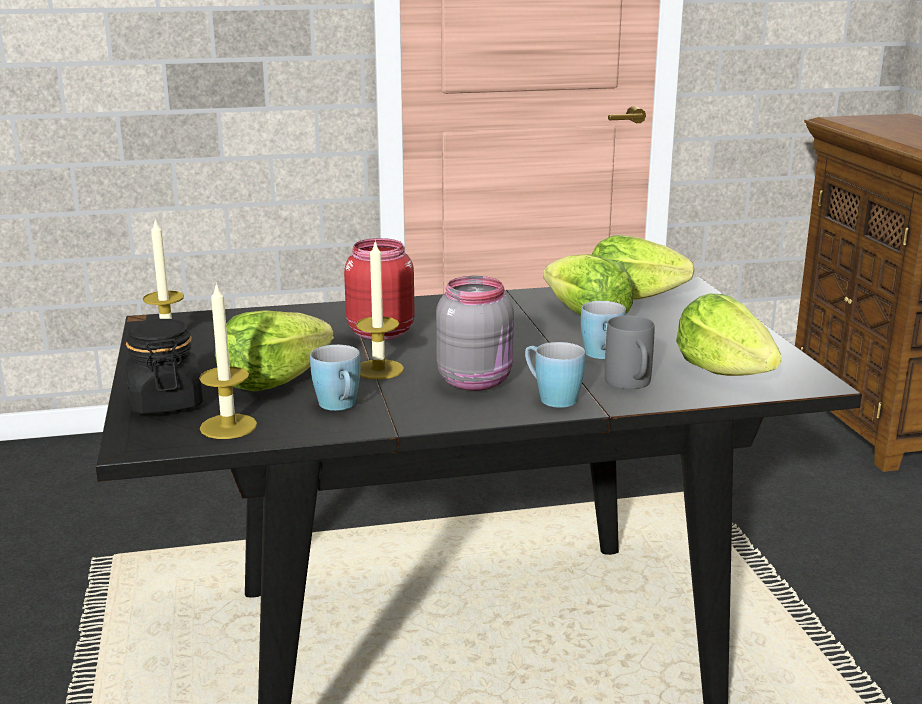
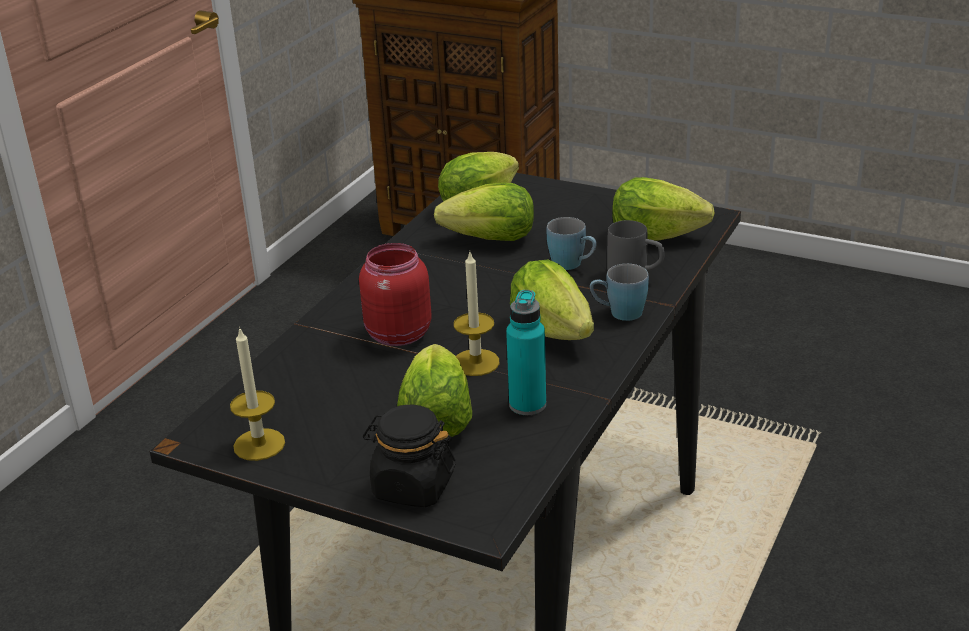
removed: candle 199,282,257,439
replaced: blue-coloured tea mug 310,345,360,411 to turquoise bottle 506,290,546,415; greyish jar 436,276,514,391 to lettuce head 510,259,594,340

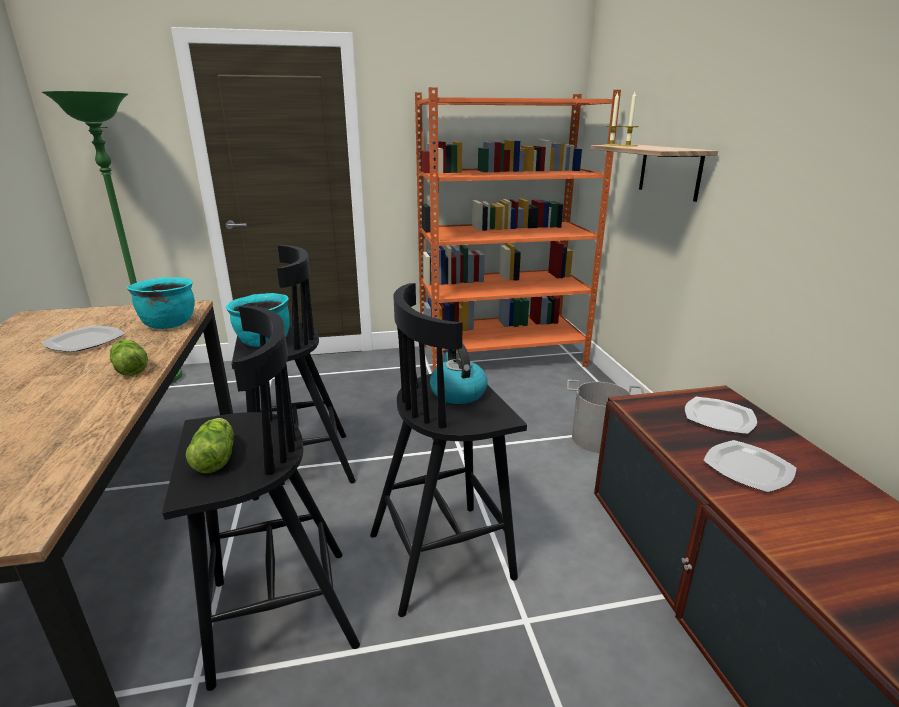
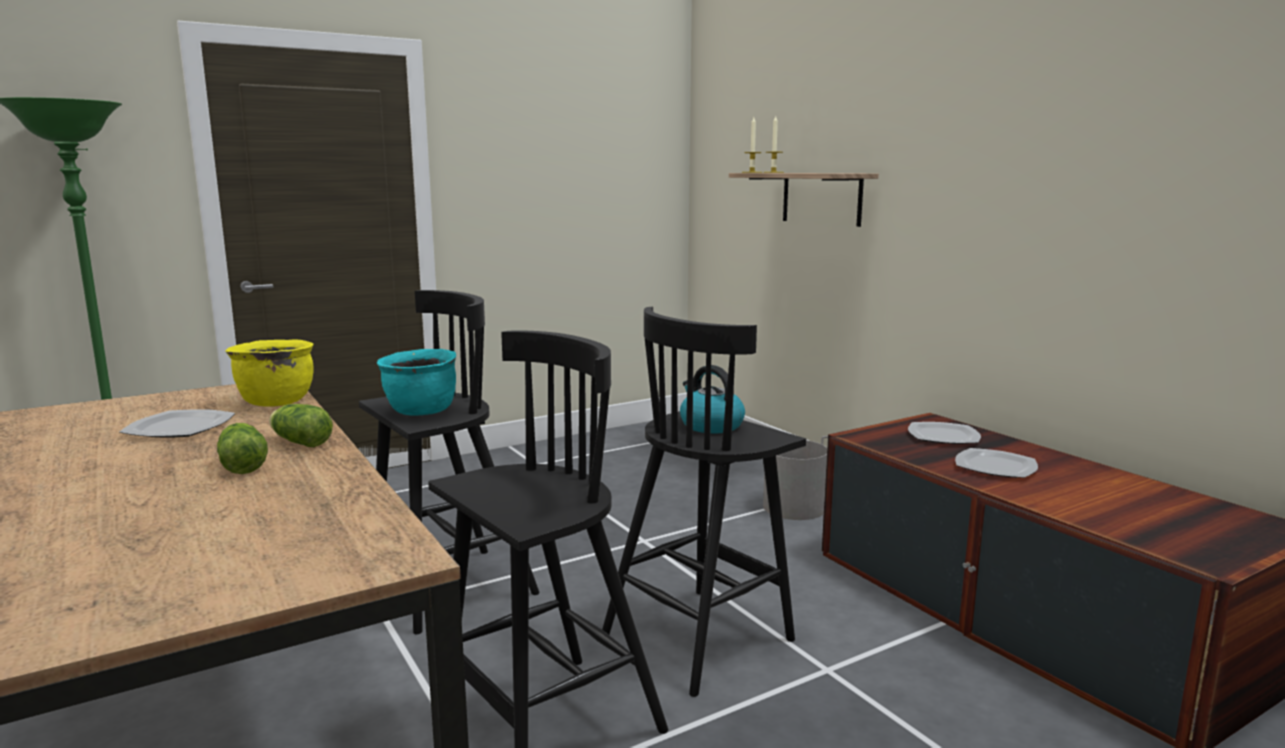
removed: orangey shelving unit 415,87,621,371
moved: lettuce head 186,418,234,473 to 217,423,268,474
recoloured: turquoise stockpot 127,277,195,329 to yellow stockpot 226,340,314,407

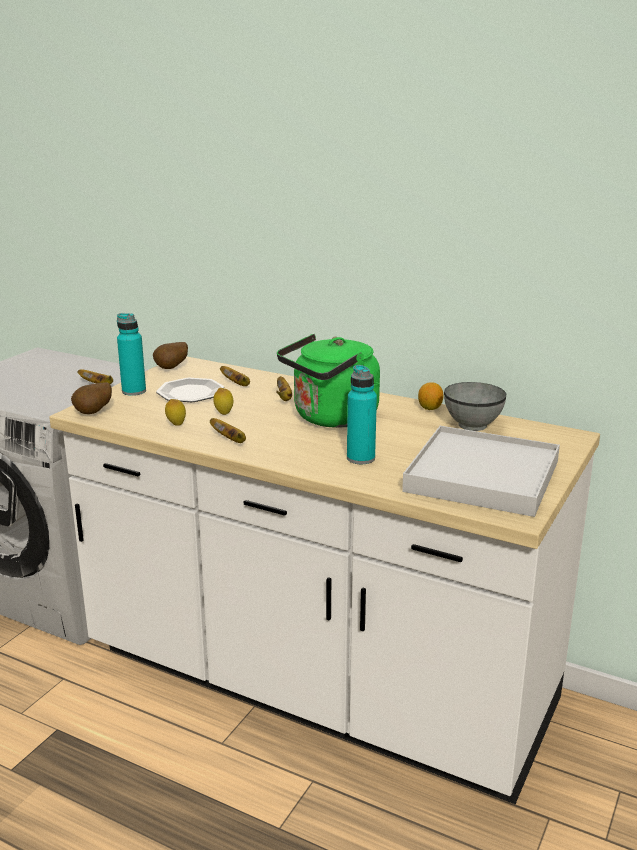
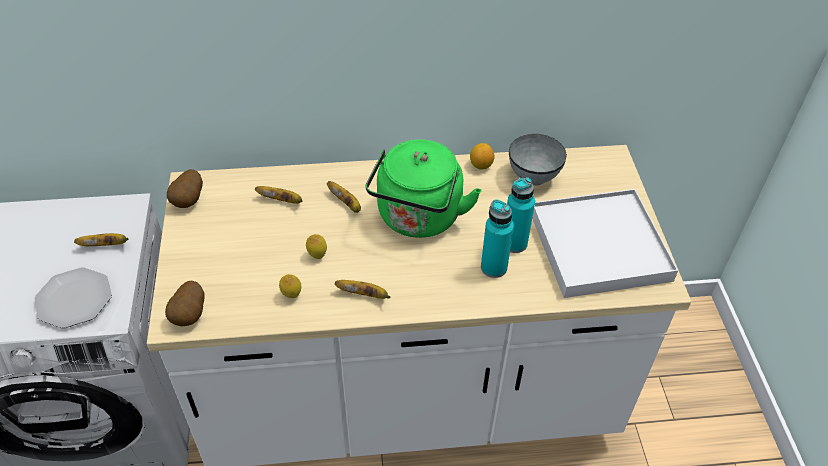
moved: turquoise bottle 117,313,146,396 to 507,177,535,253; flat dish 156,378,224,402 to 34,267,112,328

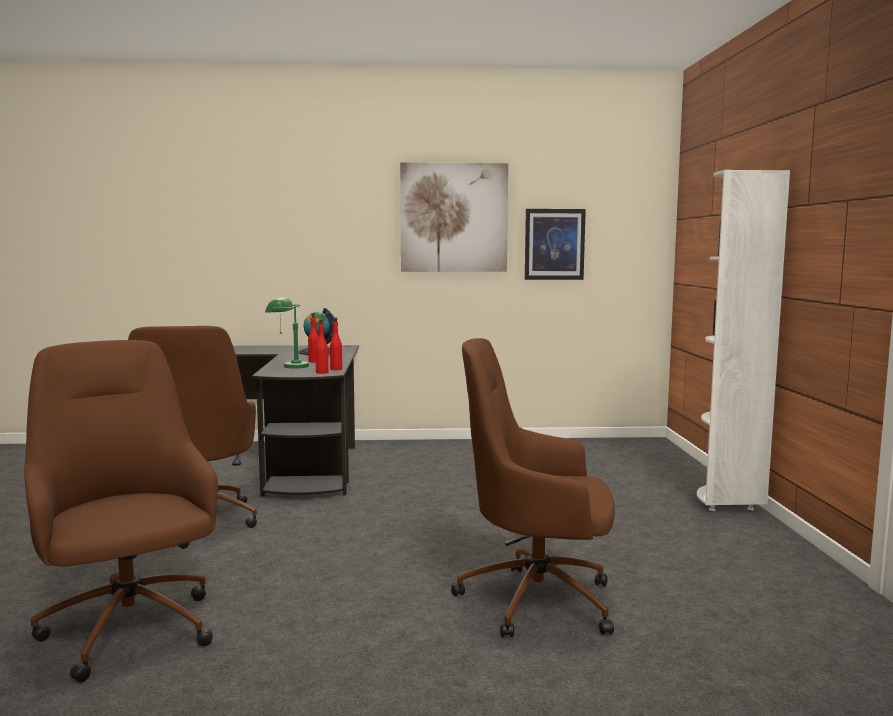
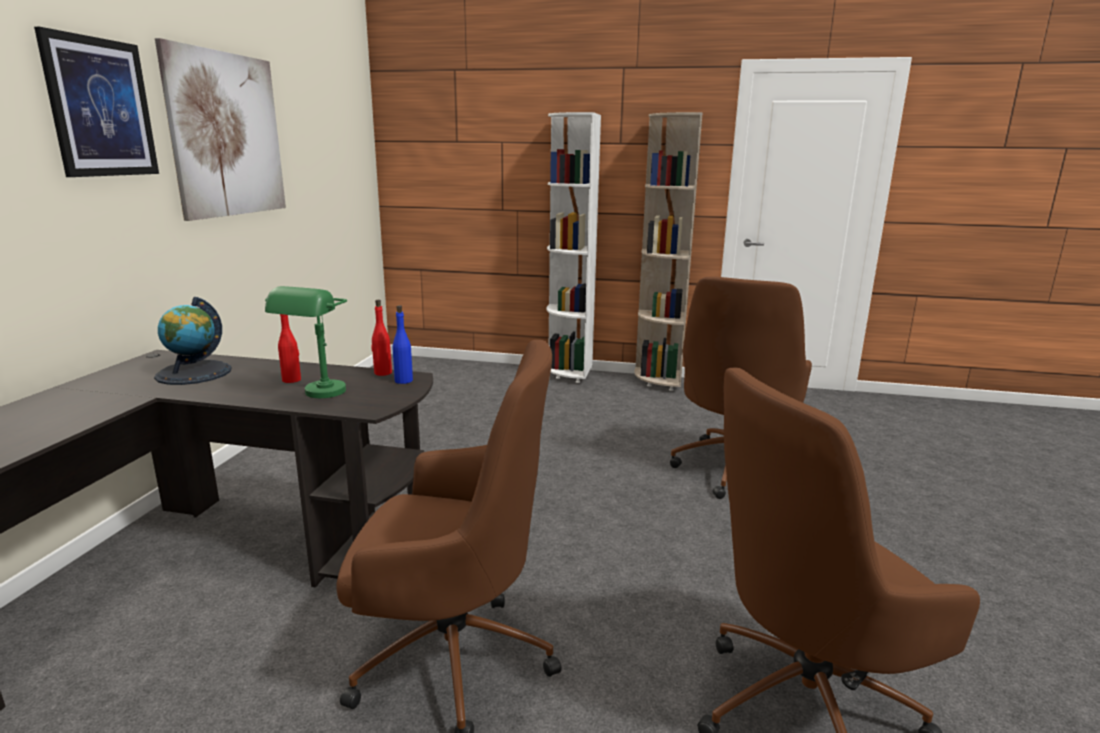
added: beige shelving unit 634,112,703,391
moved: wall art 525,209,586,280 to 34,27,159,177
recoloured: reddish bottle 315,319,329,374 to blue-coloured bottle 393,305,413,384

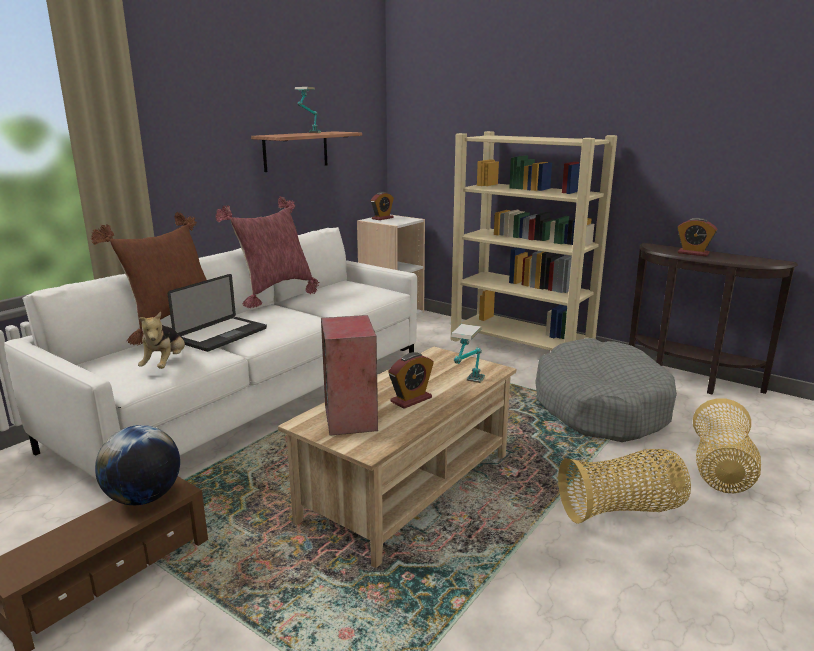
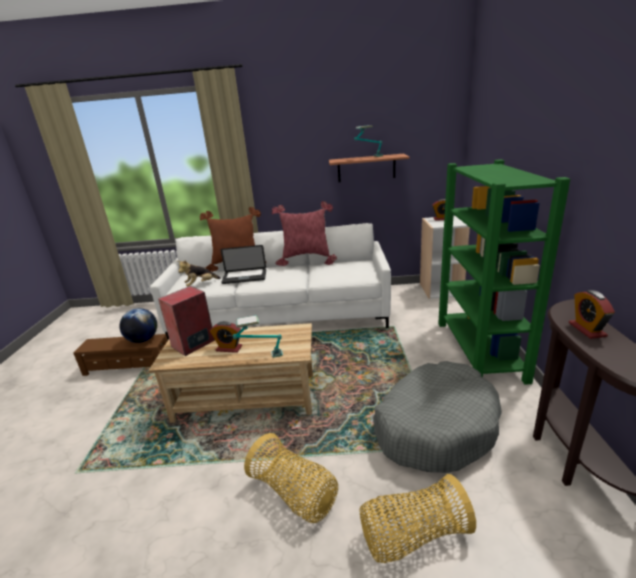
recoloured: beige shelving unit 451,131,617,351 to green shelving unit 438,159,570,385

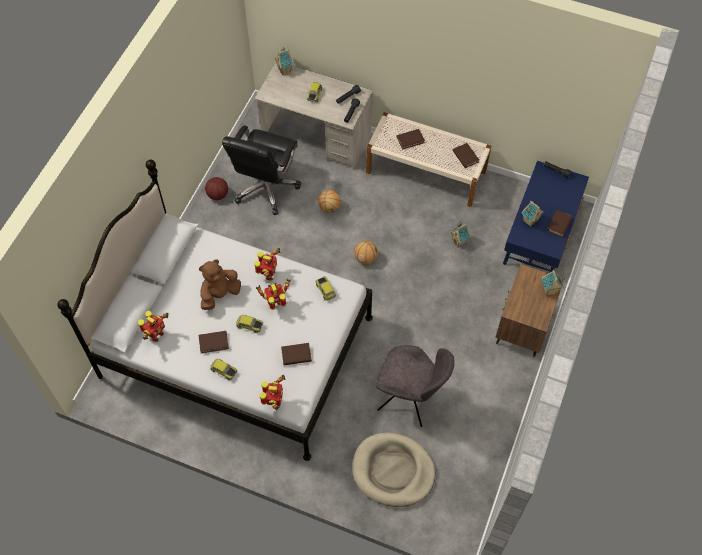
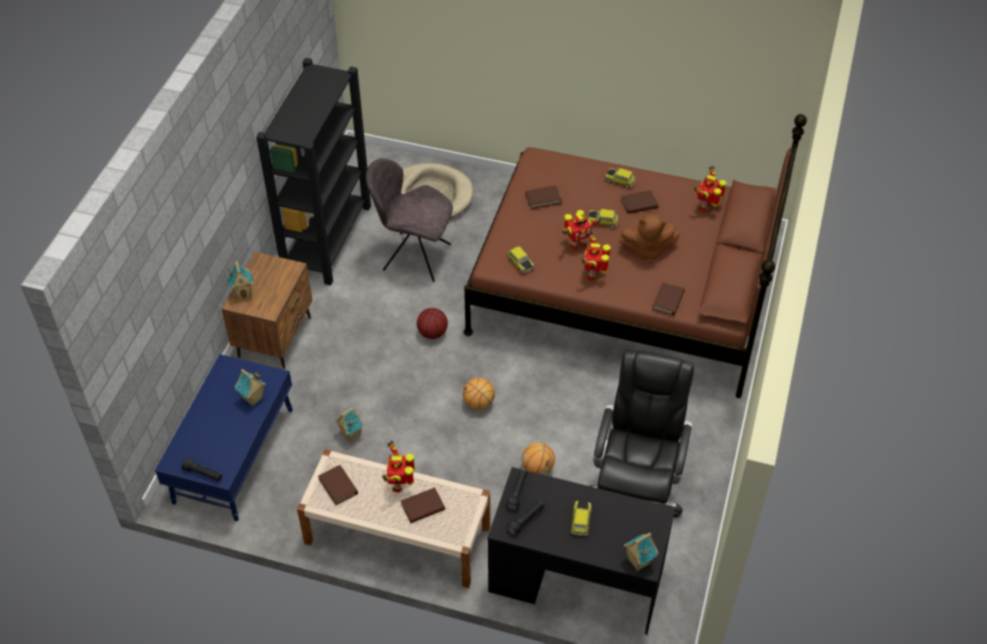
added: black shelving unit 256,58,371,285
moved: basketball 205,177,228,200 to 417,308,448,339; toy robot 260,374,286,410 to 382,440,415,492; brown volume 547,210,573,237 to 652,282,685,315
recoloured: whitish sleeping bed 57,160,373,461 to brown sleeping bed 463,114,807,398; beige desk table 255,63,373,170 to black desk table 487,467,675,634
turned: brown plush toy 199,259,241,310 = 619,214,679,263 45 degrees clockwise

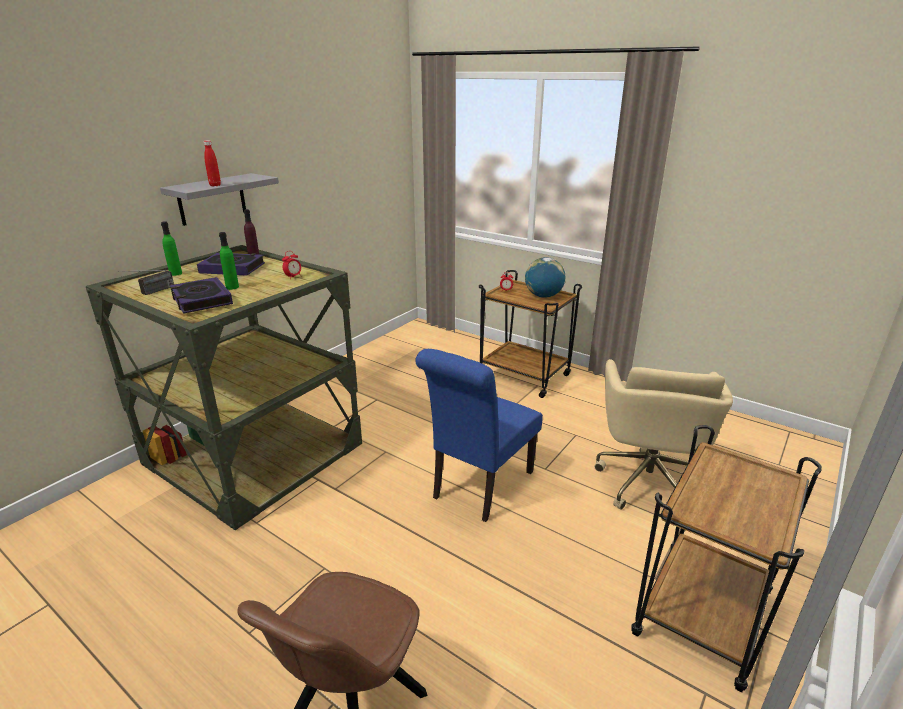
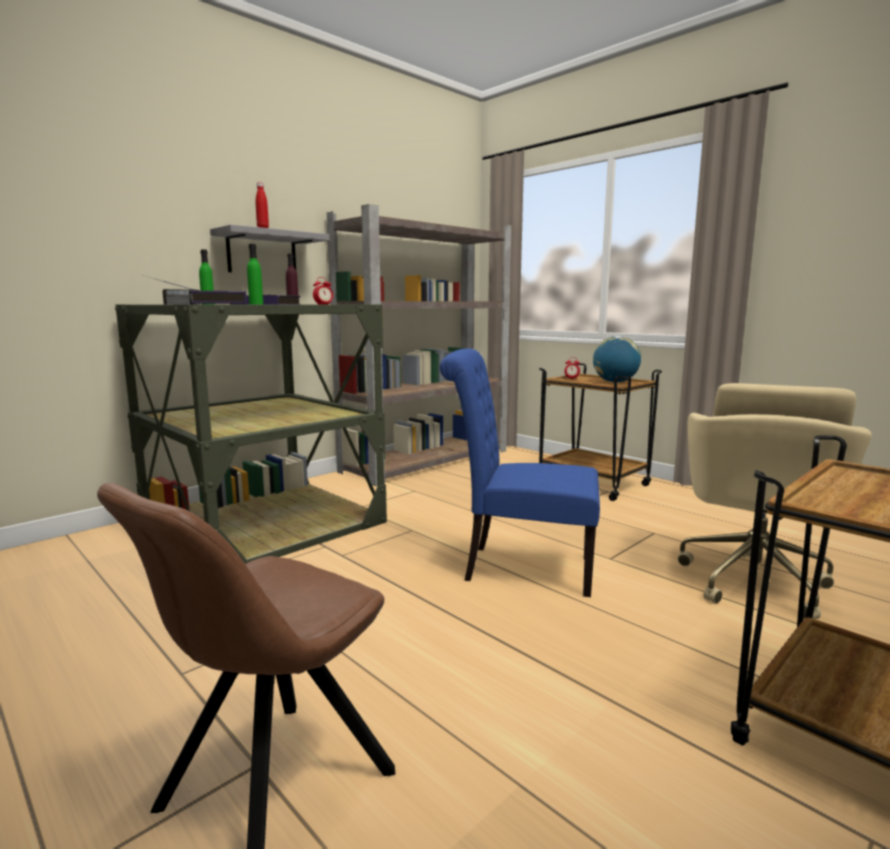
added: brown shelving unit 327,204,511,486
turned: blue-coloured upright chair 415,349,543,522 = 440,348,600,597 60 degrees clockwise

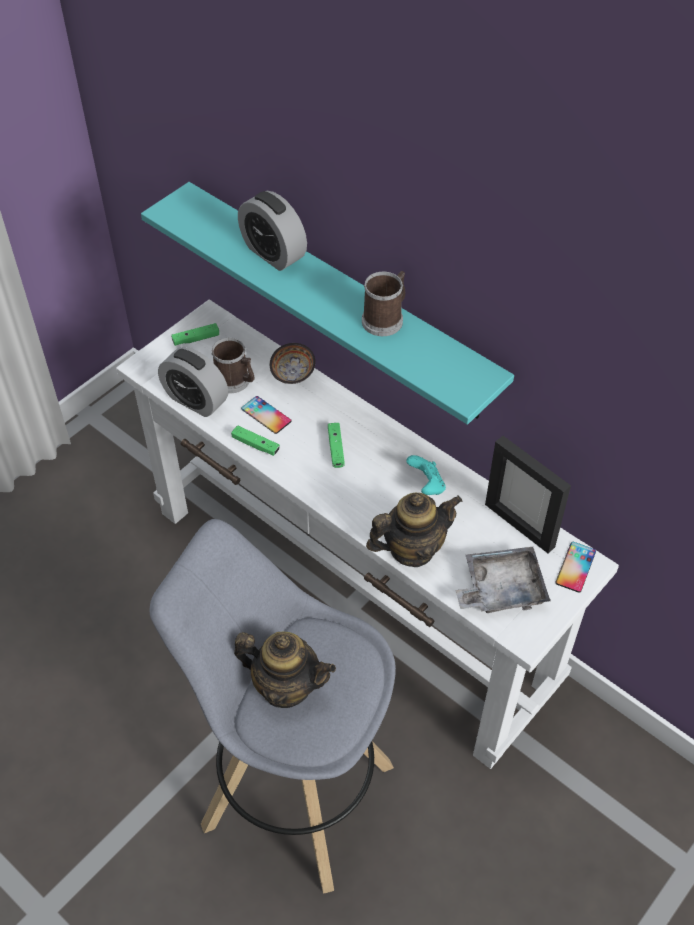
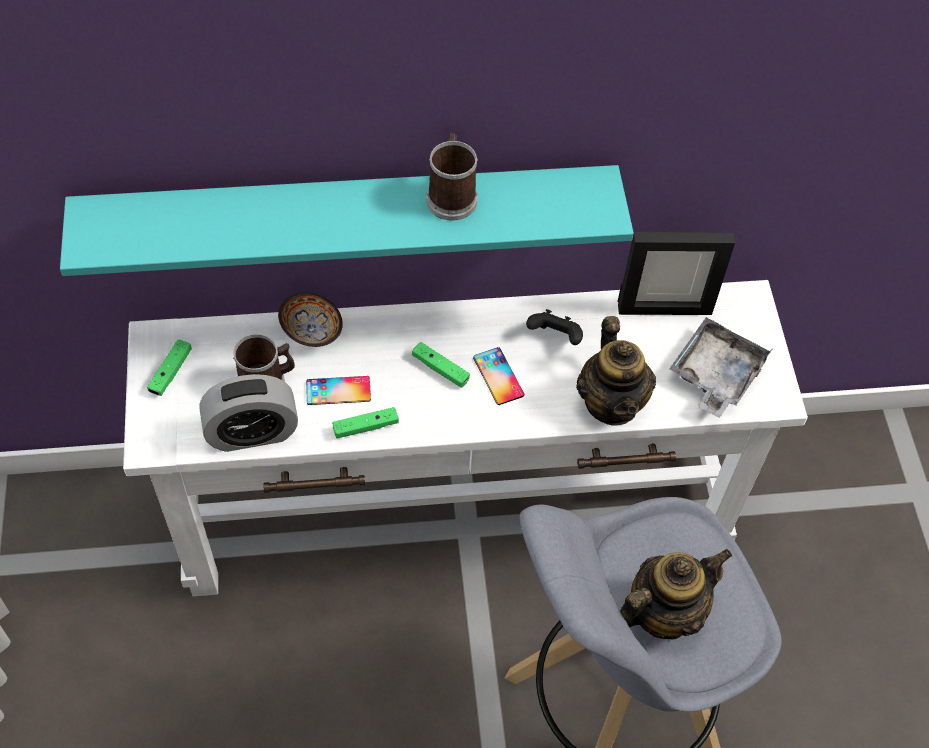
removed: alarm clock 238,191,307,271
moved: handset 556,542,596,593 to 473,347,524,405
recoloured: turquoise joypad 406,455,446,495 to black joypad 526,309,583,345
turned: teapot 366,493,462,567 = 576,316,656,426 150 degrees clockwise

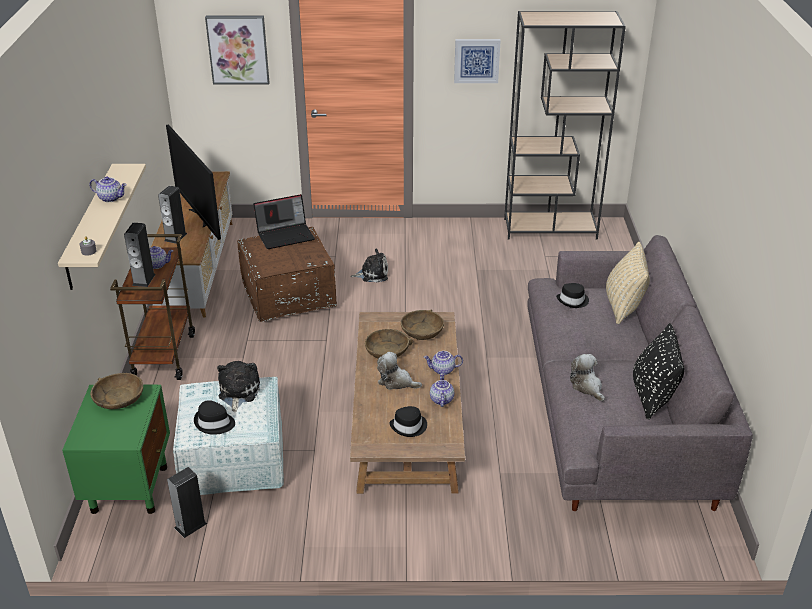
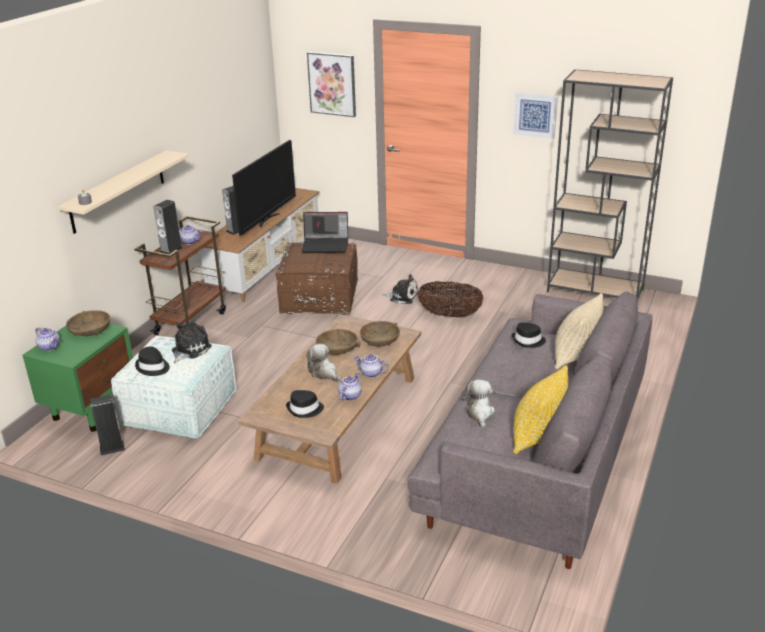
added: basket 418,281,484,317
moved: teapot 89,176,127,202 to 36,327,60,351
recoloured: black pillow 633,323,684,420 to yellow pillow 513,365,568,455
turned: TV 166,124,221,240 = 232,140,296,236 150 degrees counterclockwise

